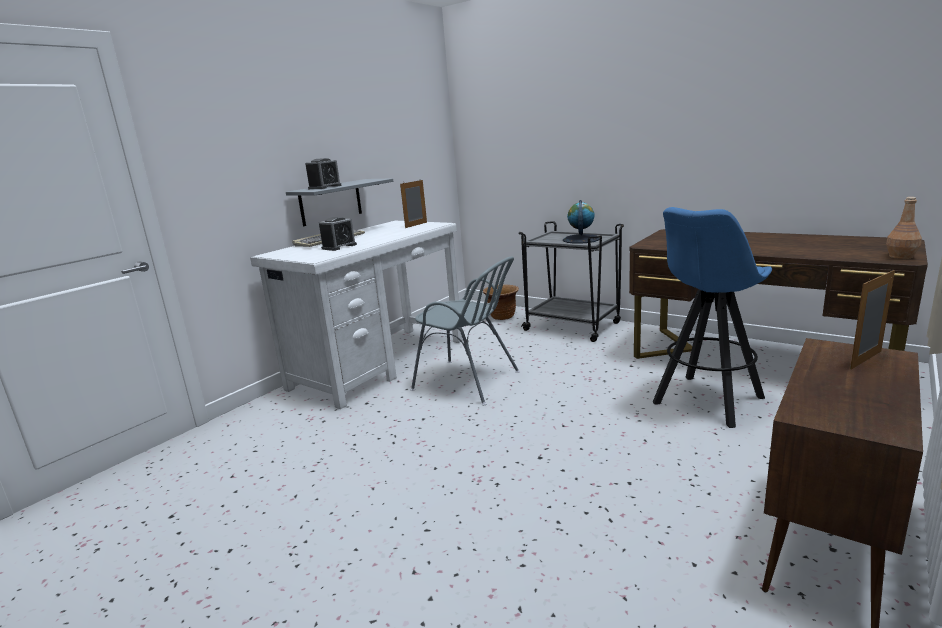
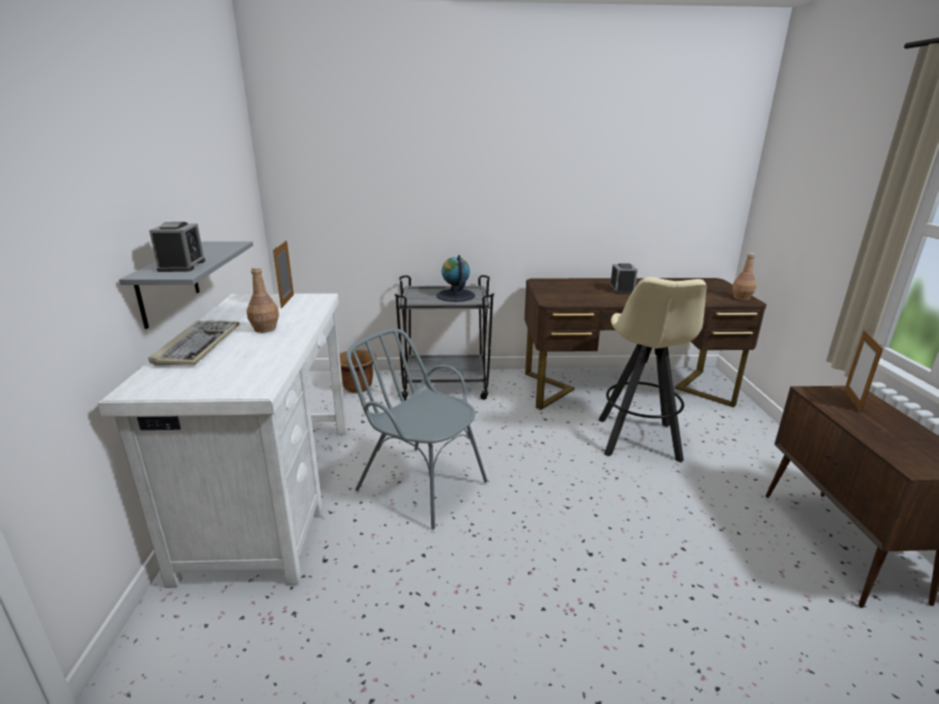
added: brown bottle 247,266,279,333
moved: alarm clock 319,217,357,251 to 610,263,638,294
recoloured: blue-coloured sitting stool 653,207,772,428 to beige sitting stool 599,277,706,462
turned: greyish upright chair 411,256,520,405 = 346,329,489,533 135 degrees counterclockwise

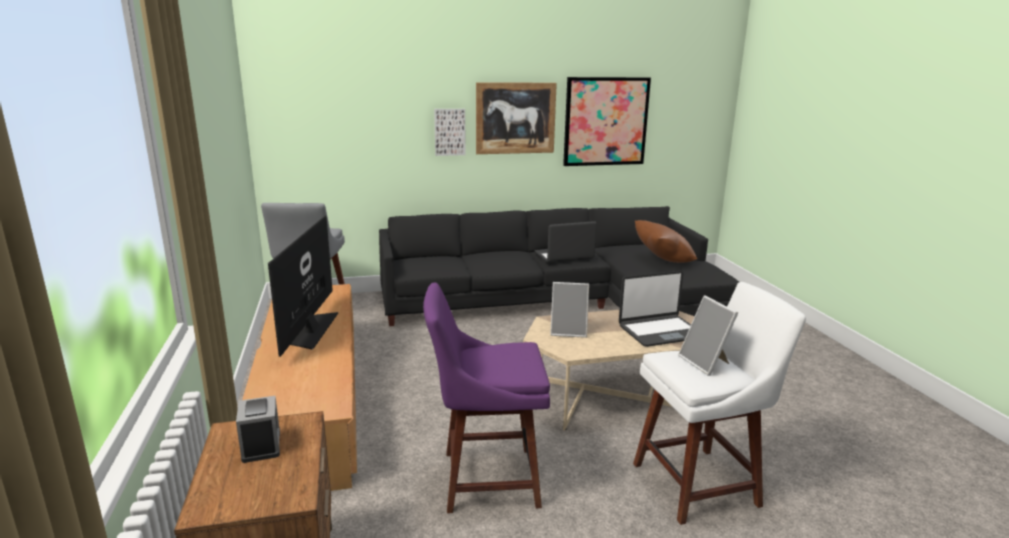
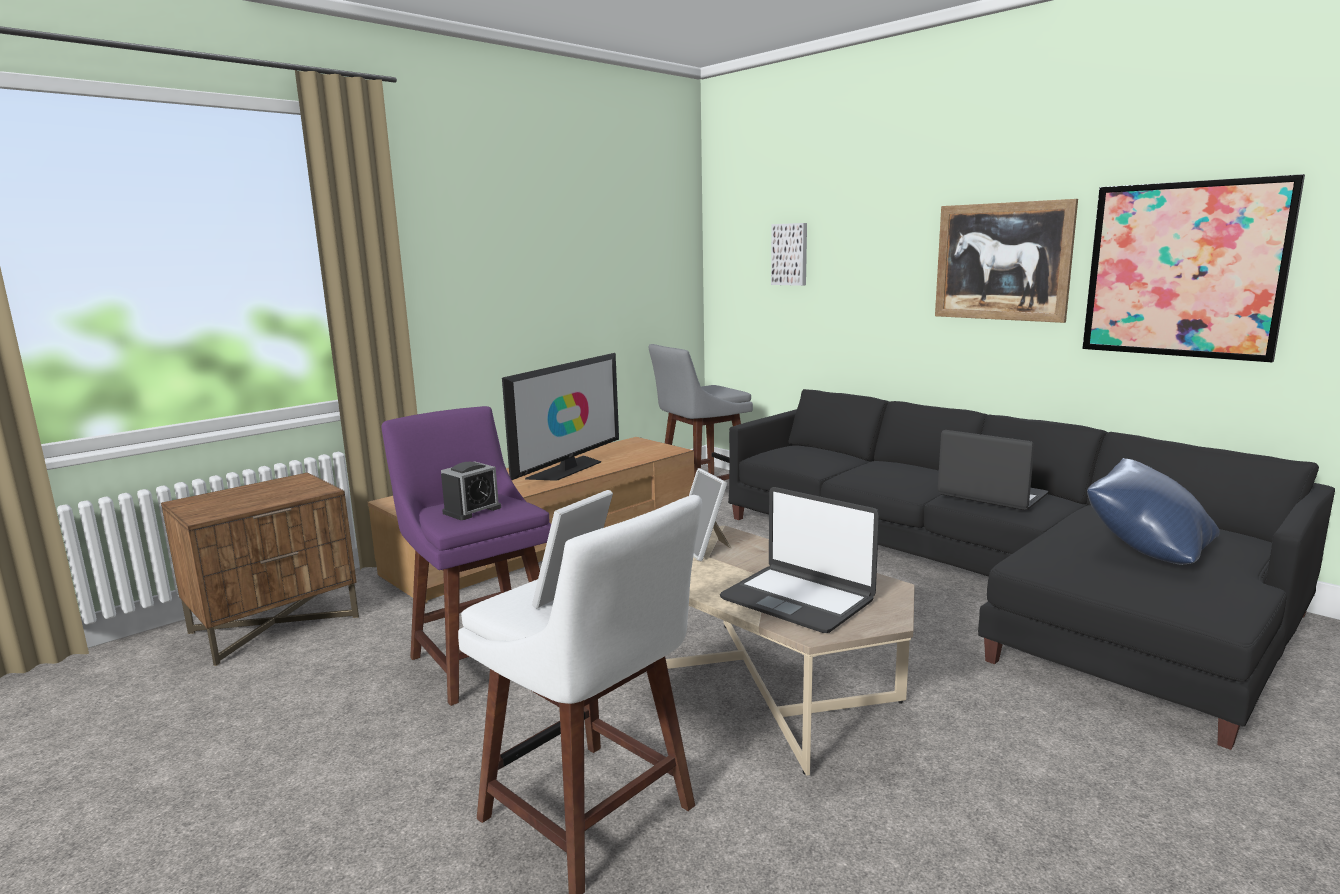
moved: alarm clock 236,396,280,463 to 441,461,501,520; wall art 434,109,466,156 to 771,223,807,286
recoloured: brown pillow 635,220,697,263 to blue-coloured pillow 1087,458,1220,565
turned: TV 268,216,338,357 = 502,353,619,481 150 degrees clockwise

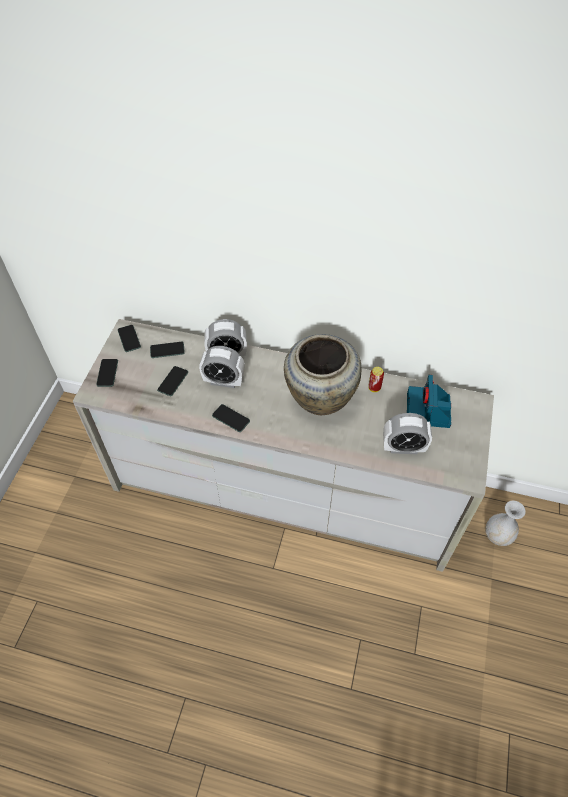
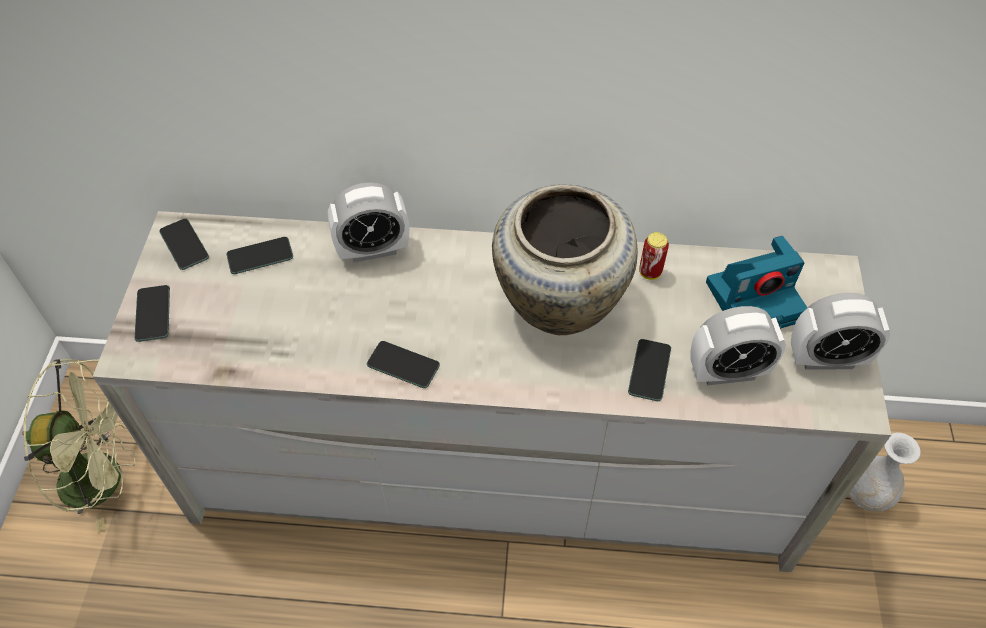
added: green fan 22,359,136,532
moved: handset 157,366,188,396 to 628,339,671,401; alarm clock 199,346,245,388 to 791,293,890,369
turned: still camera 407,375,451,428 = 706,236,807,329 105 degrees counterclockwise

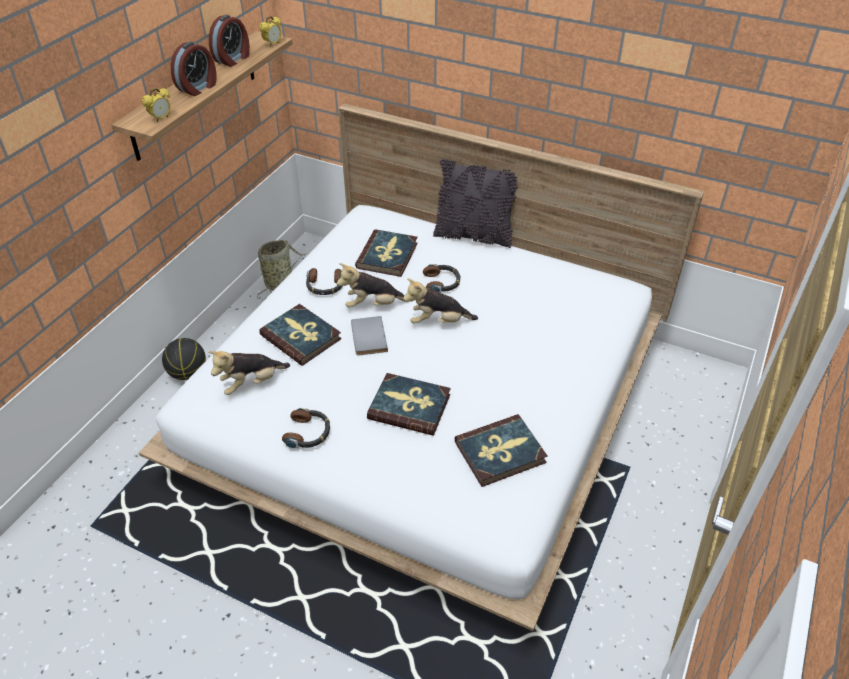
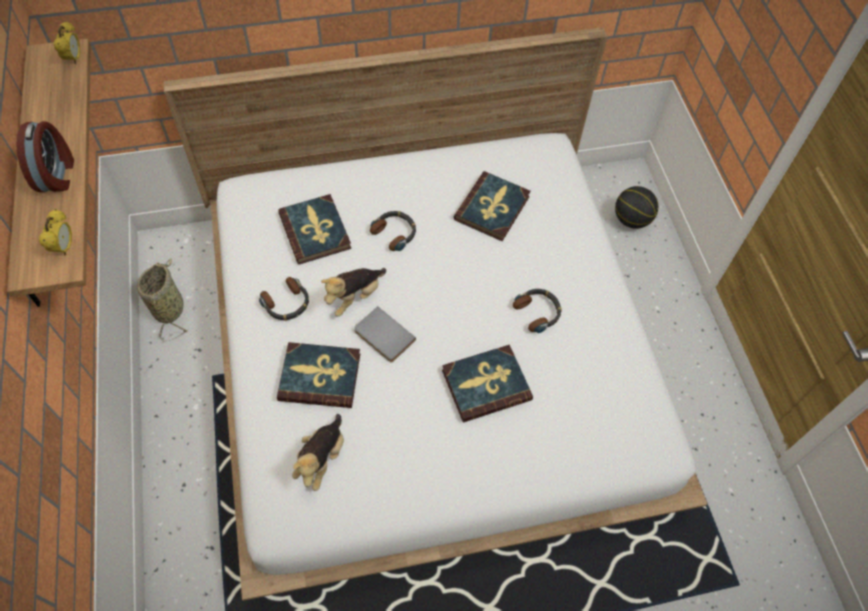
removed: alarm clock 209,15,250,67; plush toy 403,278,478,323; black pillow 433,158,518,248
moved: basketball 162,338,206,380 to 615,186,658,229; pair of headphones 282,408,330,448 to 513,289,562,333; volume 455,414,548,487 to 454,171,531,241

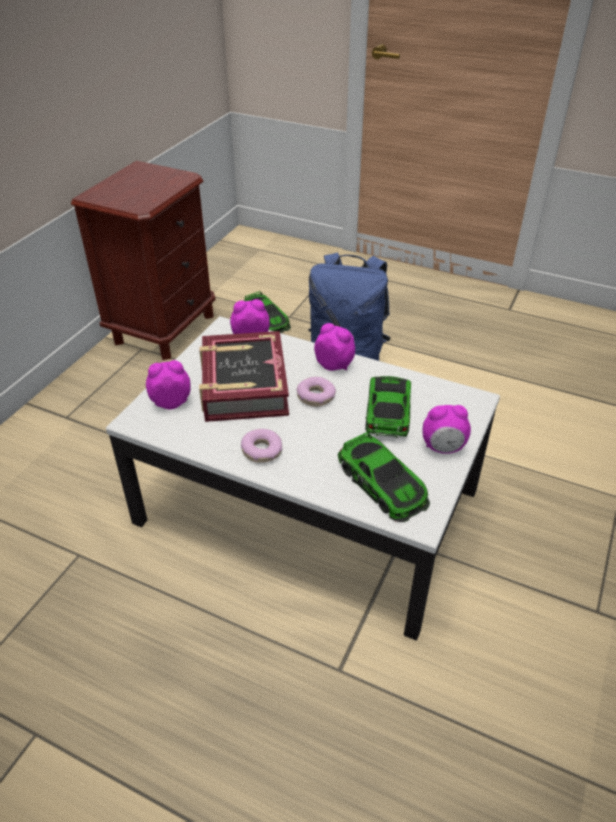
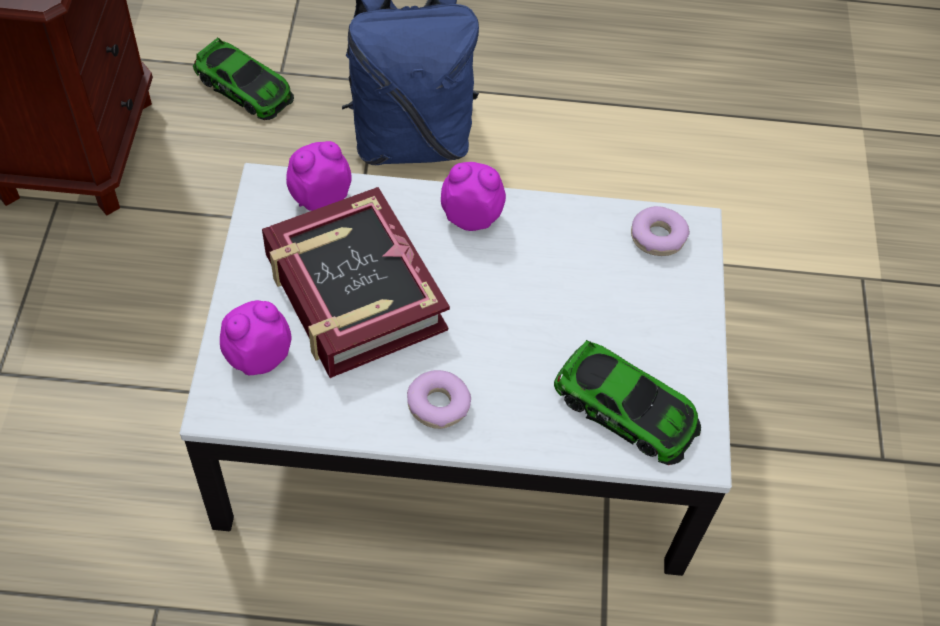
removed: model car 365,376,411,437; alarm clock 423,405,471,454
moved: ring doughnut 297,377,336,407 to 631,206,690,256

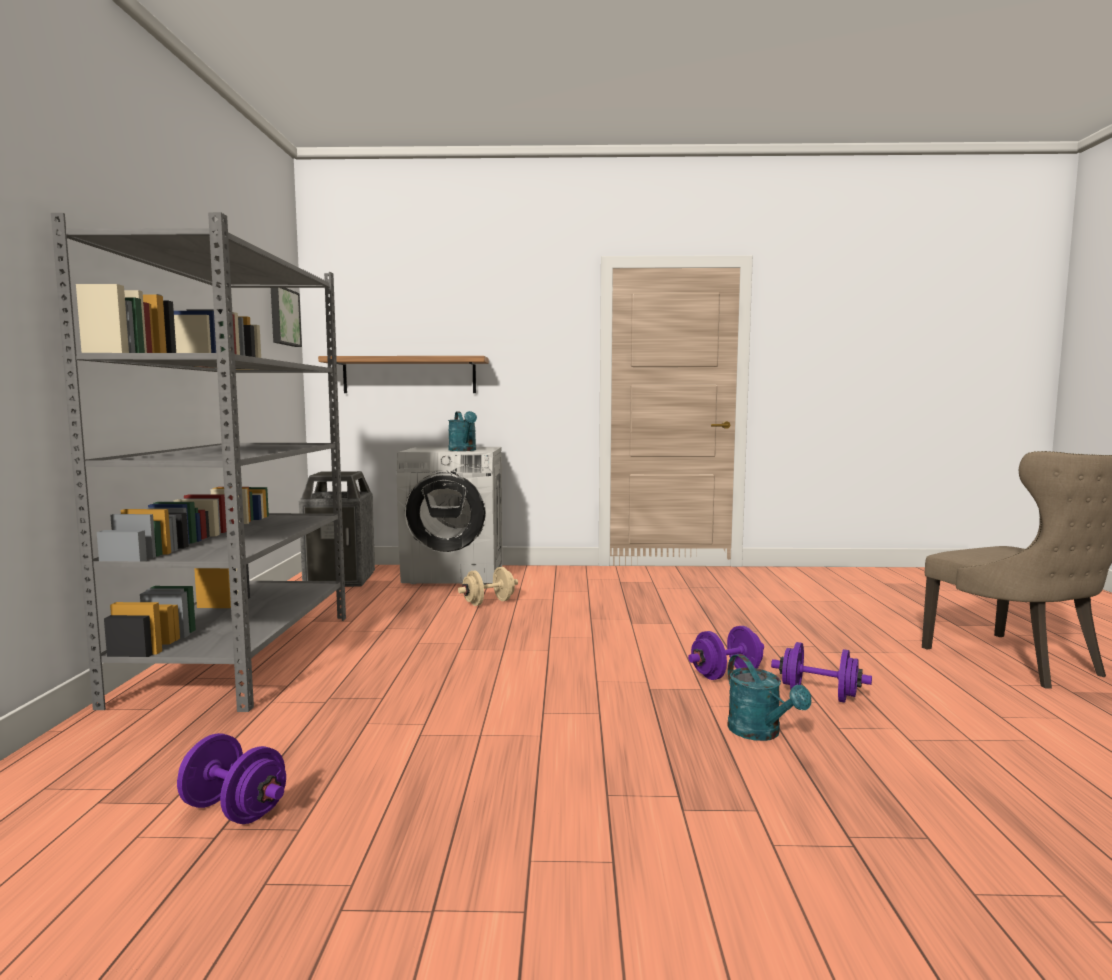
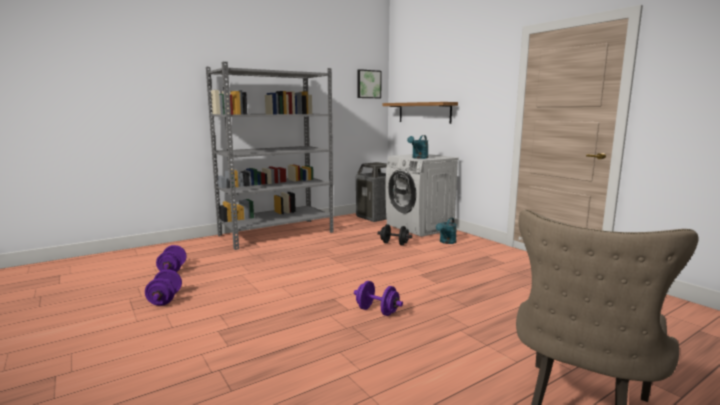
moved: turquoise watering pot 727,654,811,741 to 436,217,457,244; purplish dumbbell 771,642,872,703 to 145,270,182,306
recoloured: beige dumbbell 458,567,518,606 to black dumbbell 378,224,412,246

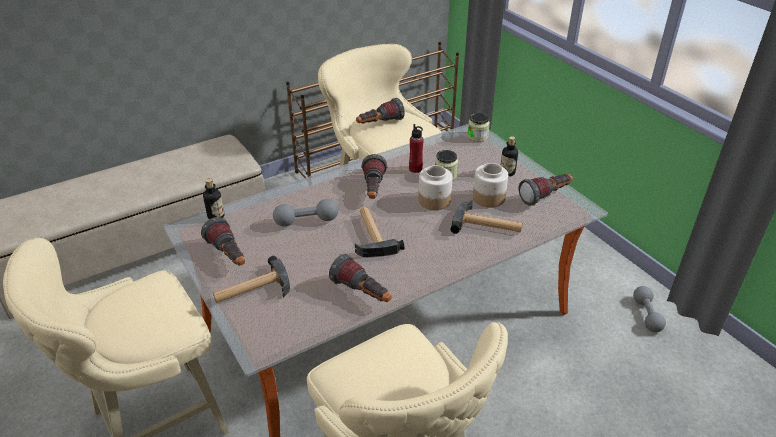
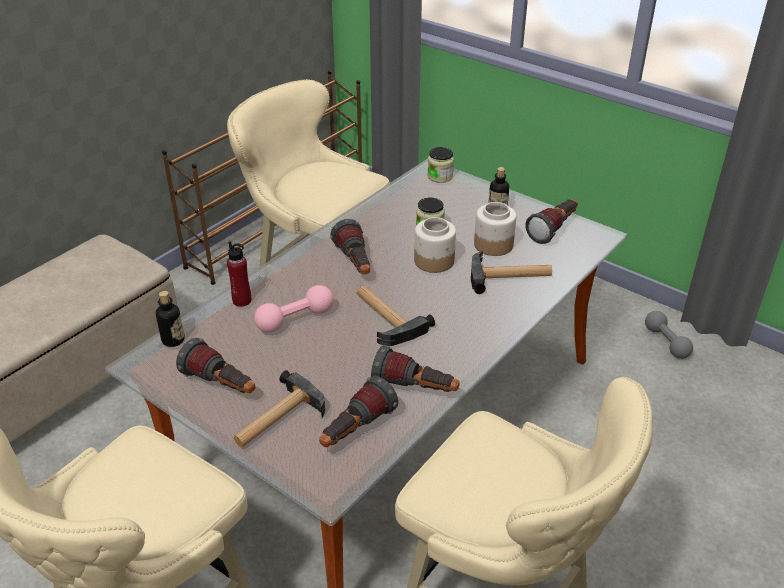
moved: flashlight 356,98,405,124 to 319,376,398,447; reddish bottle 409,124,424,173 to 227,242,251,307
recoloured: greyish dumbbell 273,199,338,226 to pink-coloured dumbbell 254,285,334,333

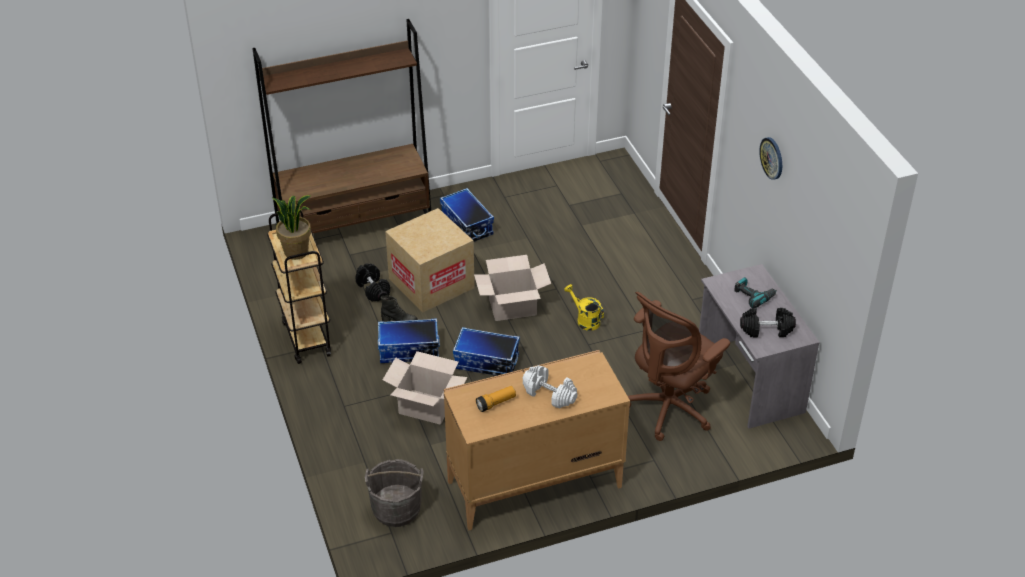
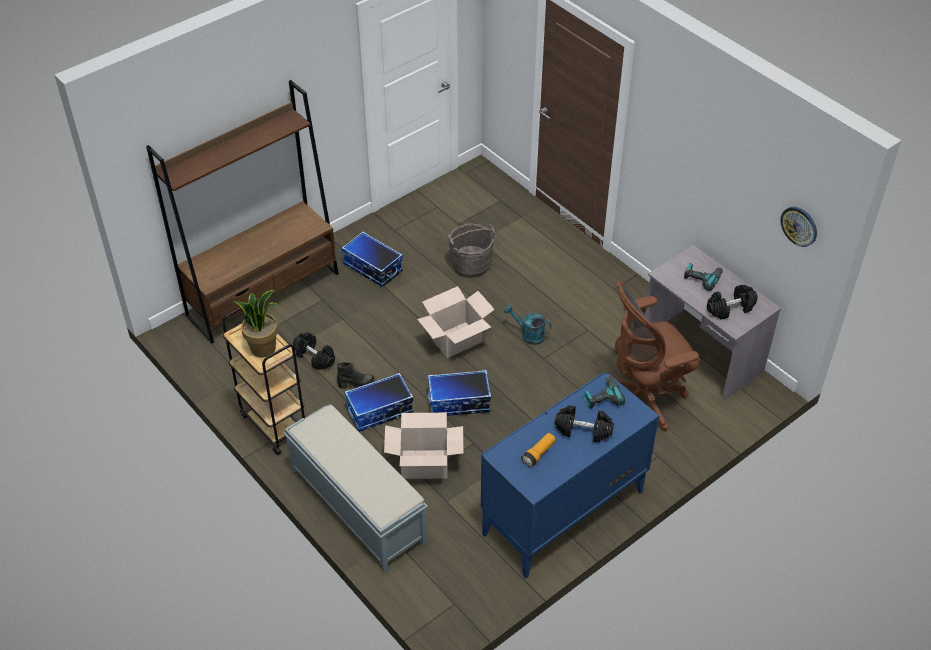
removed: cardboard box 385,208,475,313
added: greyish long seat 284,404,428,573; electric drill 584,375,625,409
moved: greyish bucket 365,459,424,527 to 448,223,495,278; wall clock 759,137,782,180 to 780,207,817,247
recoloured: brown storage cabinet 444,350,630,530 to blue-coloured storage cabinet 481,372,659,579; whitish dumbbell 523,365,578,409 to black dumbbell 555,405,614,442; yellow watering pot 564,284,604,331 to turquoise watering pot 504,305,551,345
turned: brown office chair 628,292,730,441 = 614,281,699,432 45 degrees clockwise

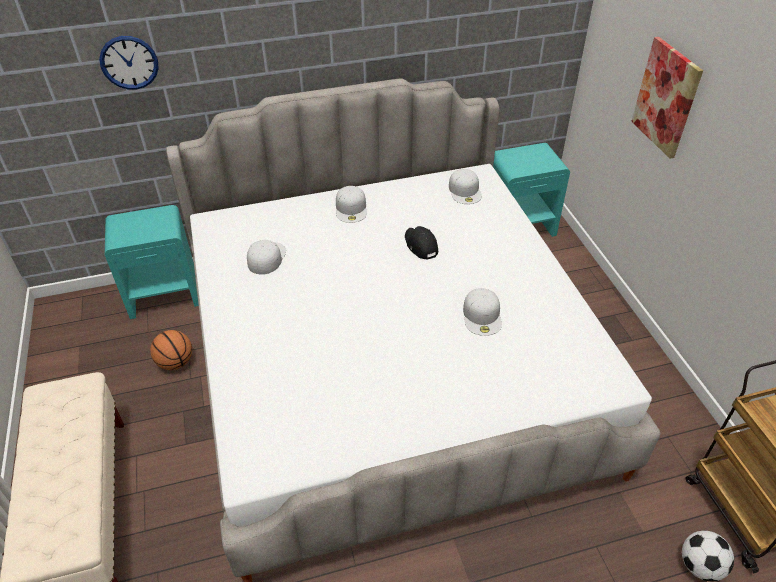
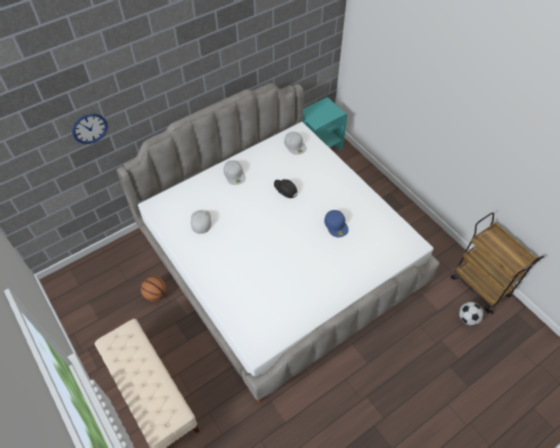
removed: turquoise bedside table 105,205,199,319; wall art 631,37,703,158
recoloured: whitish peaked cap 463,288,502,336 to blue-coloured peaked cap 324,210,349,237

